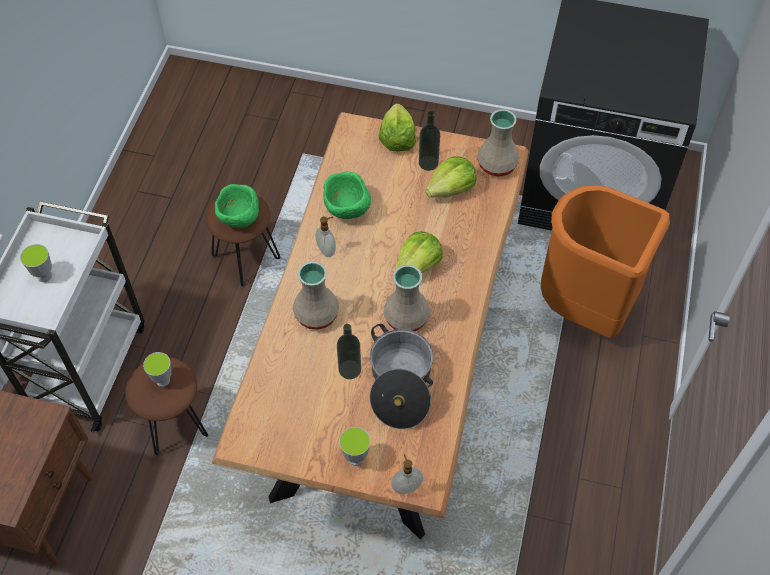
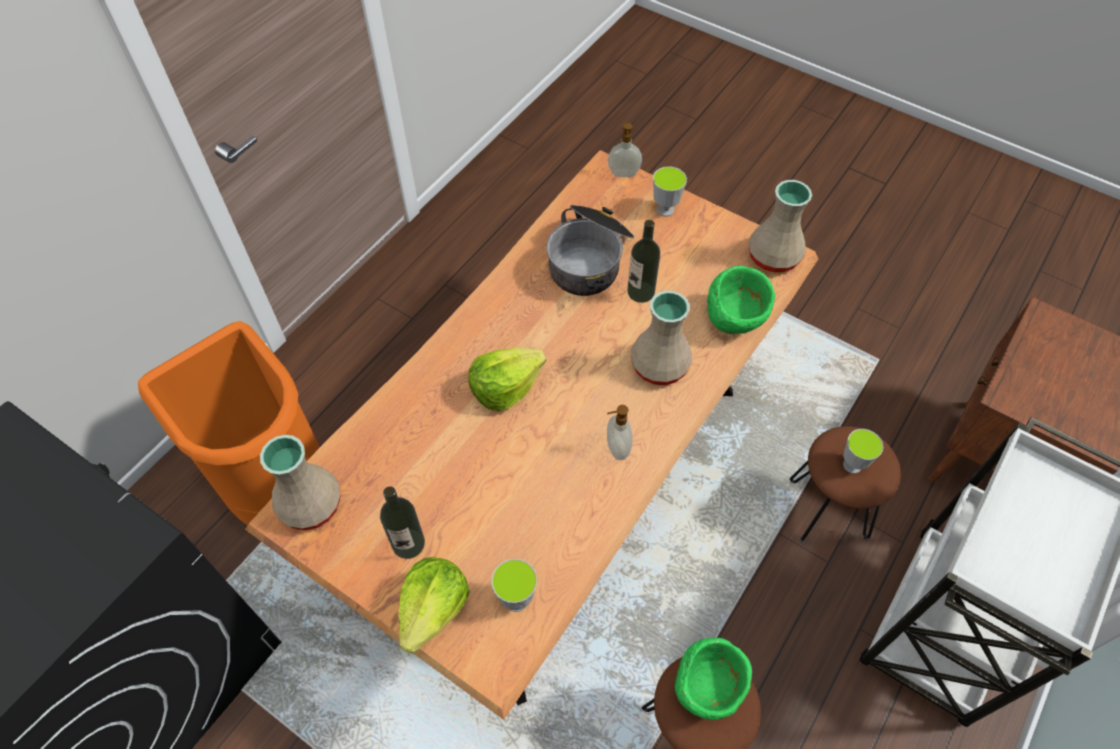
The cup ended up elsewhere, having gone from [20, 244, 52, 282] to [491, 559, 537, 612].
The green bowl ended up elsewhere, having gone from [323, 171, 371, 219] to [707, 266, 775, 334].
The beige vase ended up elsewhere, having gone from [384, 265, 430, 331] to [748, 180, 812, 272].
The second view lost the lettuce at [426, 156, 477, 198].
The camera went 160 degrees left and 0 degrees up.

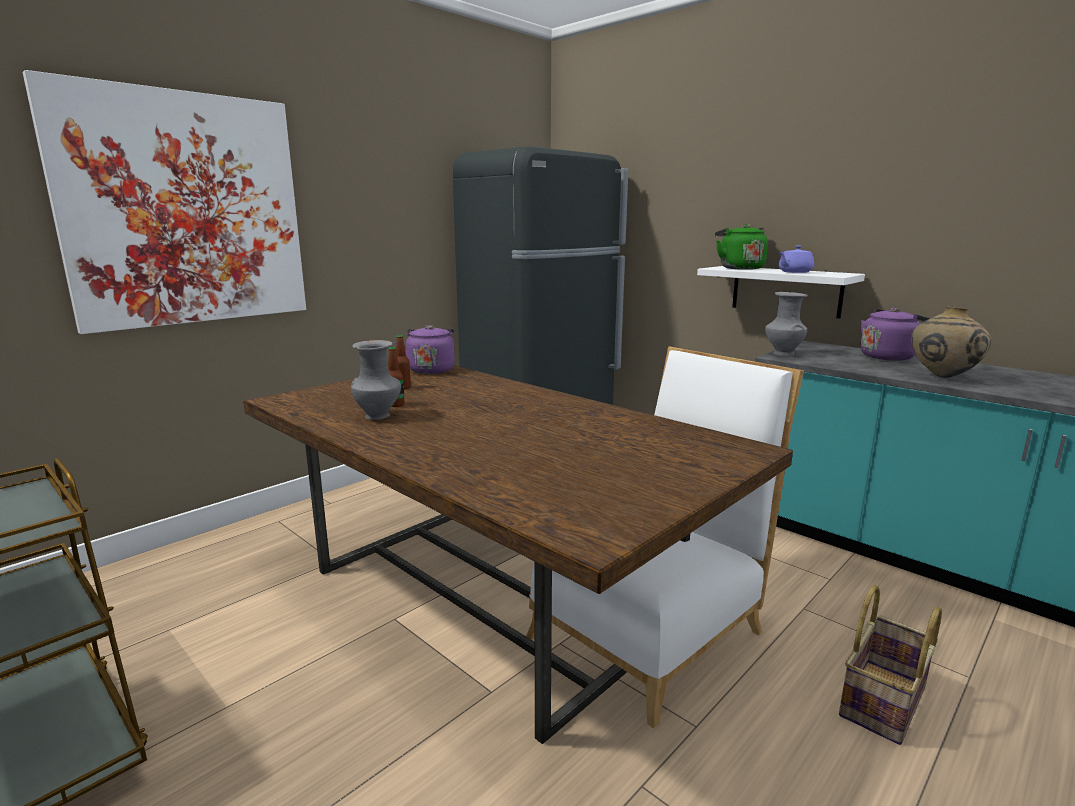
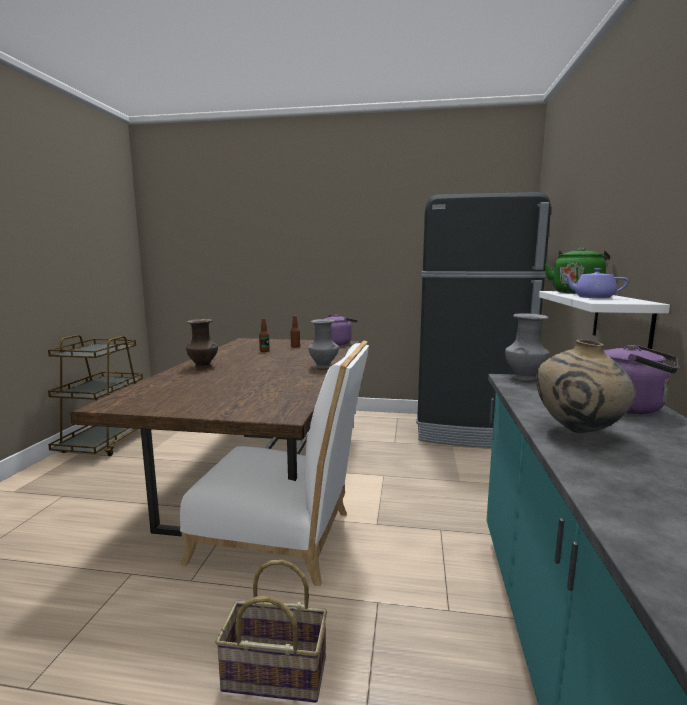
The second view lost the picture at [23, 70, 306, 334].
The grey vase ended up elsewhere, having gone from [351, 340, 401, 420] to [308, 319, 339, 368].
The second view gained the brown vase at [186, 319, 218, 368].
The camera went 55 degrees right and 5 degrees down.

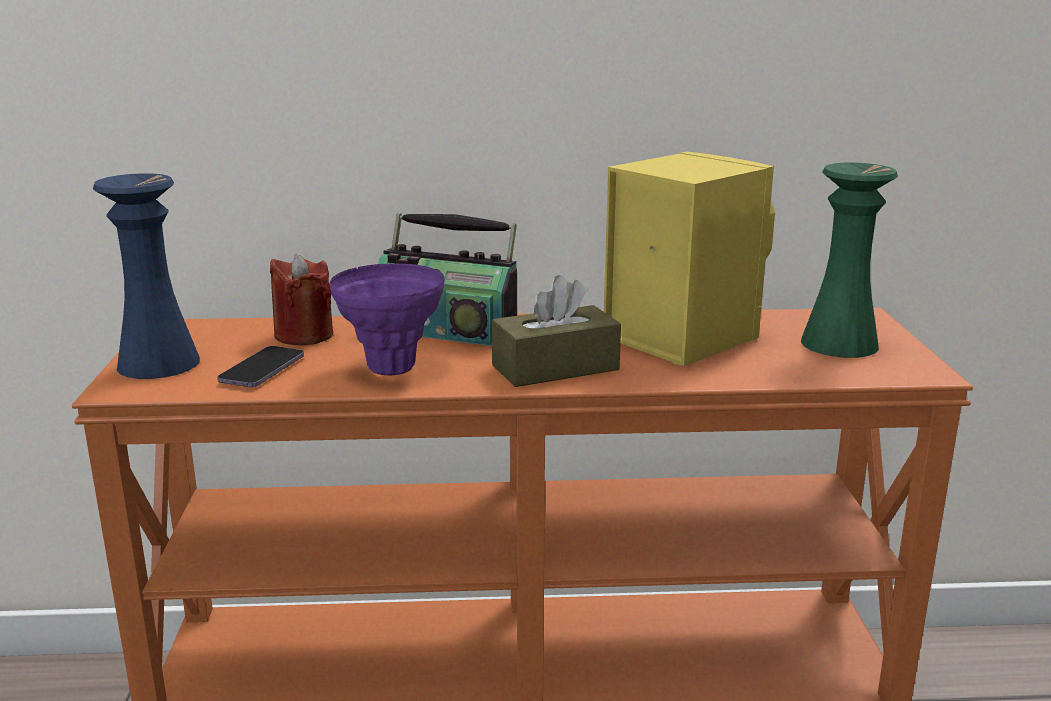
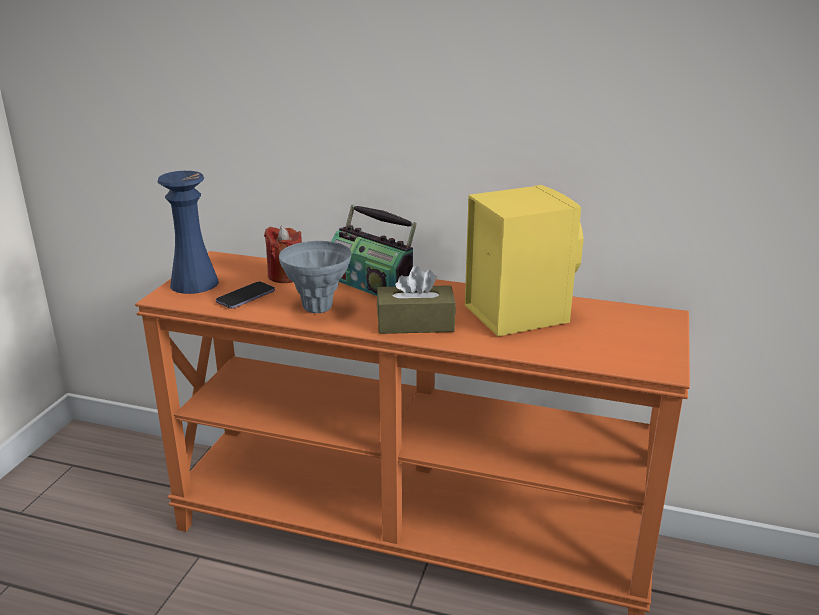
What was the purple vase at [330, 263, 445, 376] turned into the grey vase at [279, 241, 351, 313].
The second view lost the green vase at [801, 163, 898, 358].
The camera went 20 degrees right and 5 degrees up.

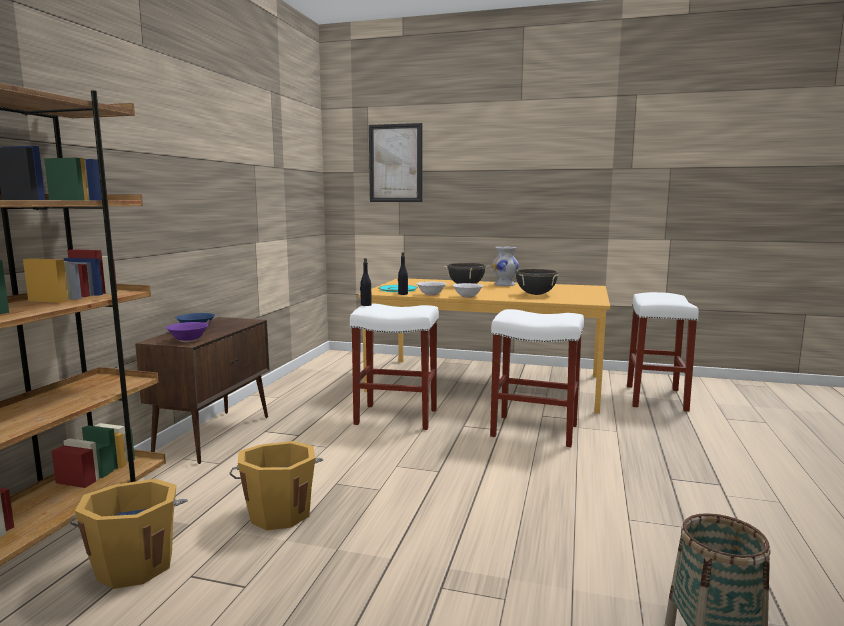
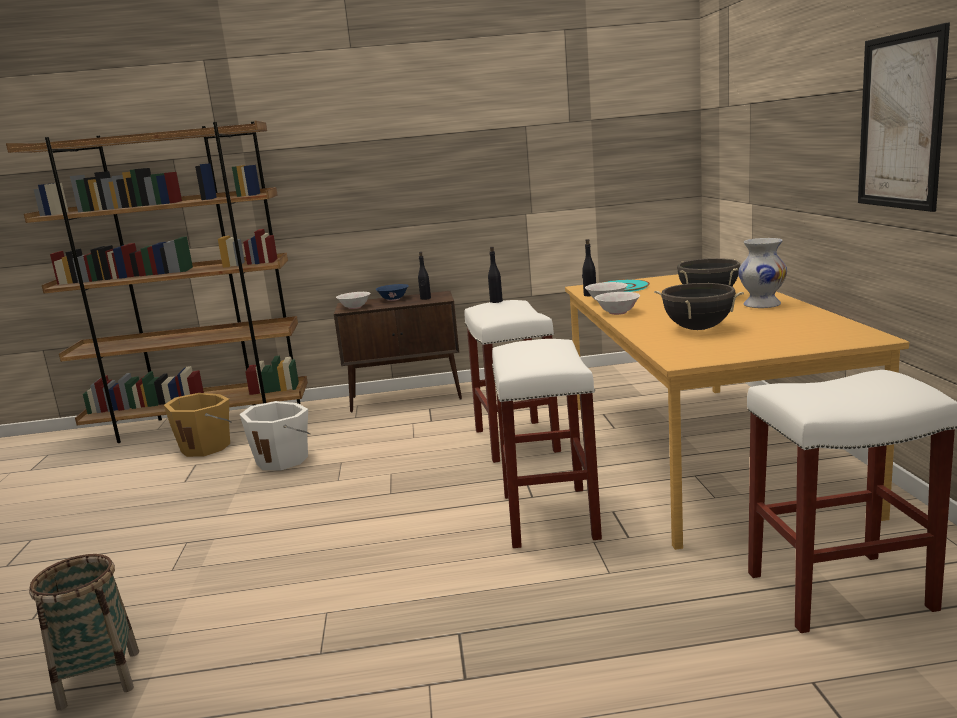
What was the purple bowl at [166, 322, 208, 342] turned into the white bowl at [336, 292, 370, 309].
What was the orange bucket at [230, 441, 323, 530] turned into the white bucket at [240, 401, 310, 471].
The picture ended up elsewhere, having gone from [369, 123, 422, 202] to [858, 22, 950, 212].
The second view gained the black bottle at [418, 252, 431, 300].
The camera went 70 degrees right and 5 degrees up.

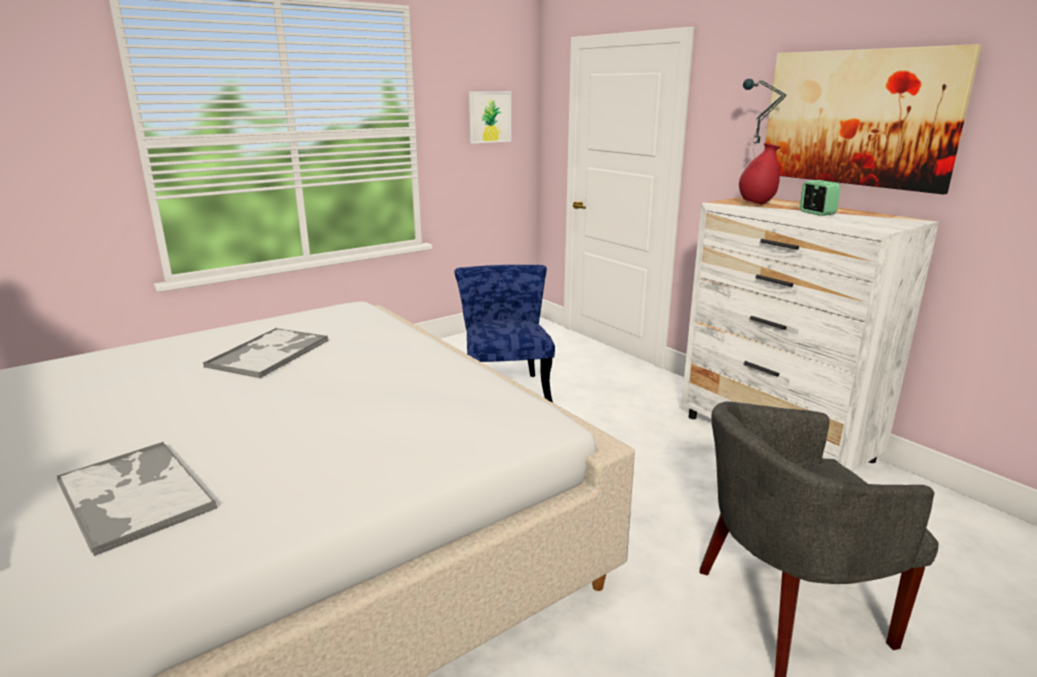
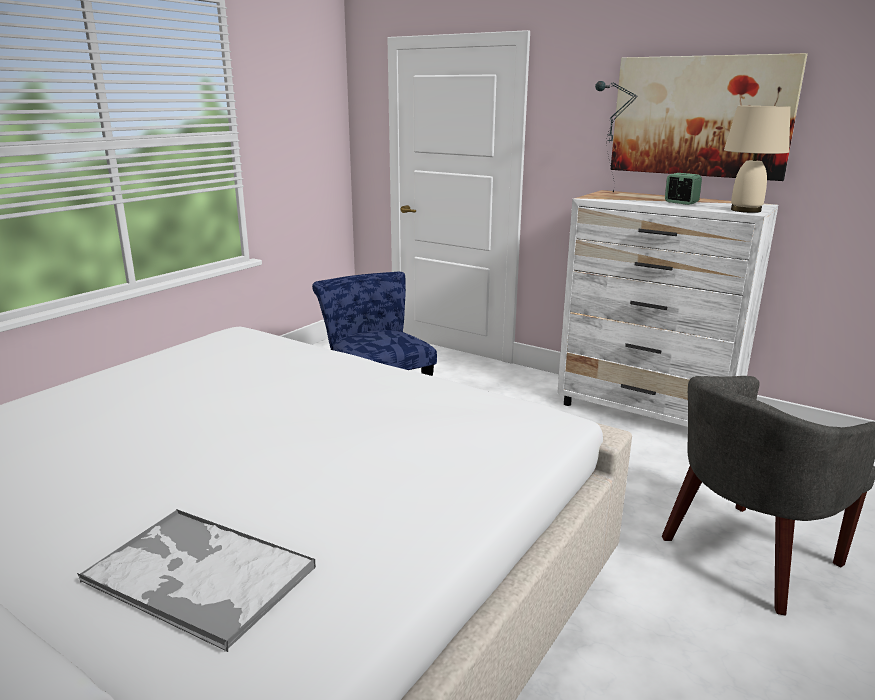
The second view lost the tray at [203, 328, 329, 378].
The second view lost the picture at [469, 91, 511, 144].
The second view lost the red vase at [739, 143, 780, 204].
The second view gained the beige table lamp at [724, 106, 790, 213].
The camera went 20 degrees left and 0 degrees up.

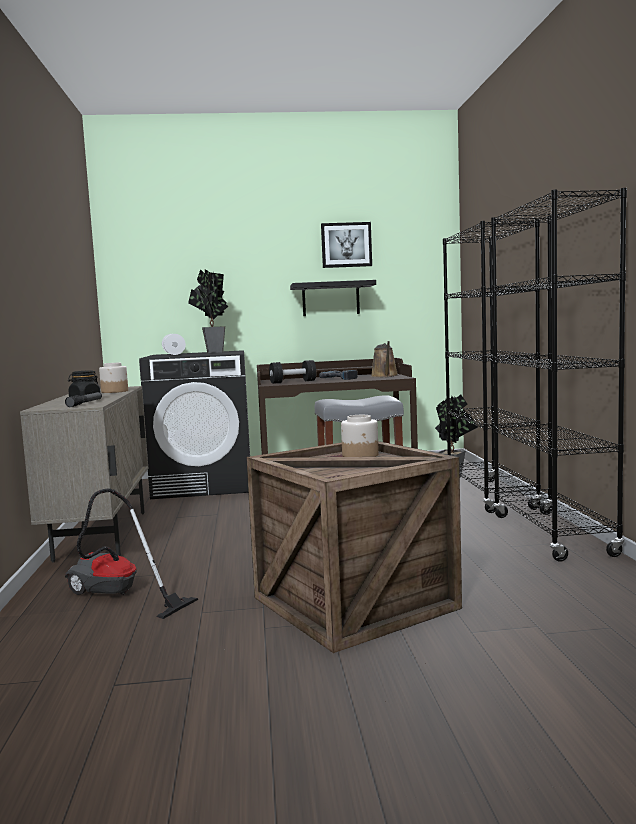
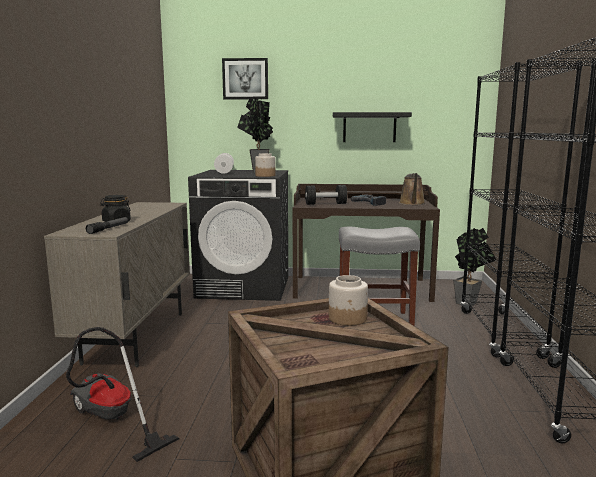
The jar ended up elsewhere, having gone from [99, 363, 128, 393] to [255, 153, 276, 177].
The picture ended up elsewhere, having gone from [321, 222, 372, 268] to [222, 58, 268, 100].
The camera went 10 degrees right and 5 degrees up.

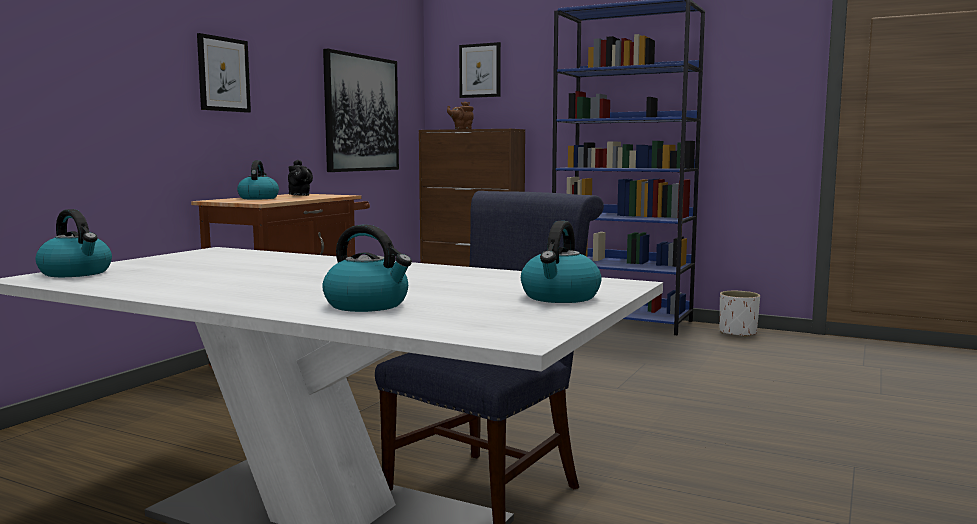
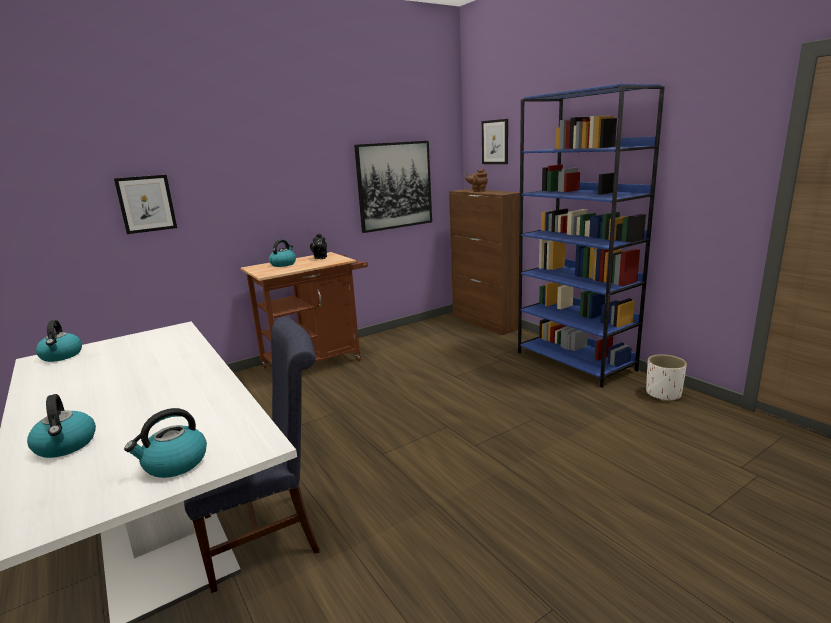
The picture ended up elsewhere, having gone from [197, 33, 251, 113] to [114, 175, 177, 234].
The camera went 30 degrees right and 10 degrees up.

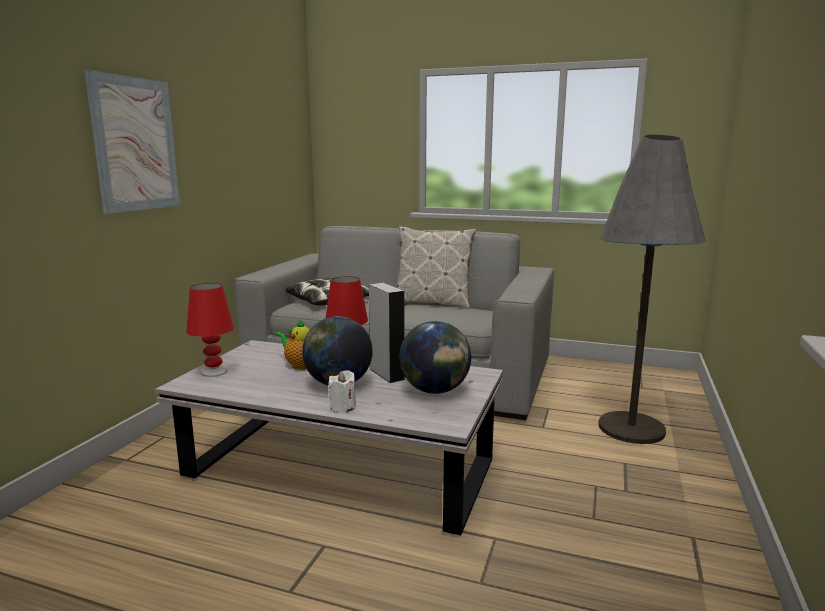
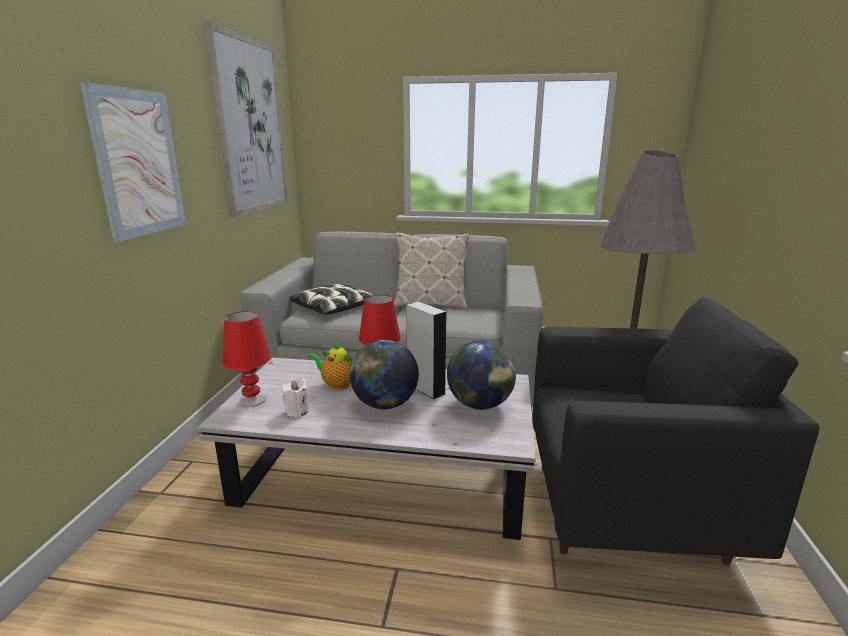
The white candle ended up elsewhere, having gone from [328, 370, 356, 413] to [282, 378, 309, 417].
The second view gained the picture at [204, 22, 288, 217].
The second view gained the black armchair at [532, 297, 819, 565].
The camera went 10 degrees left and 5 degrees up.

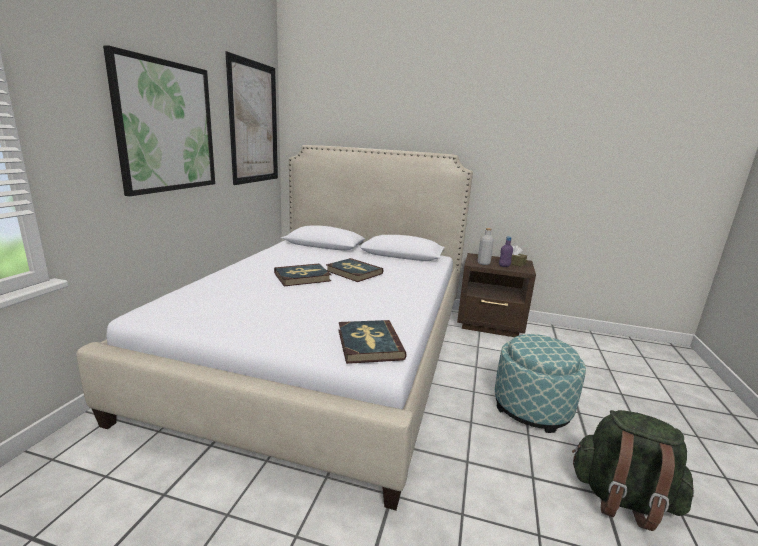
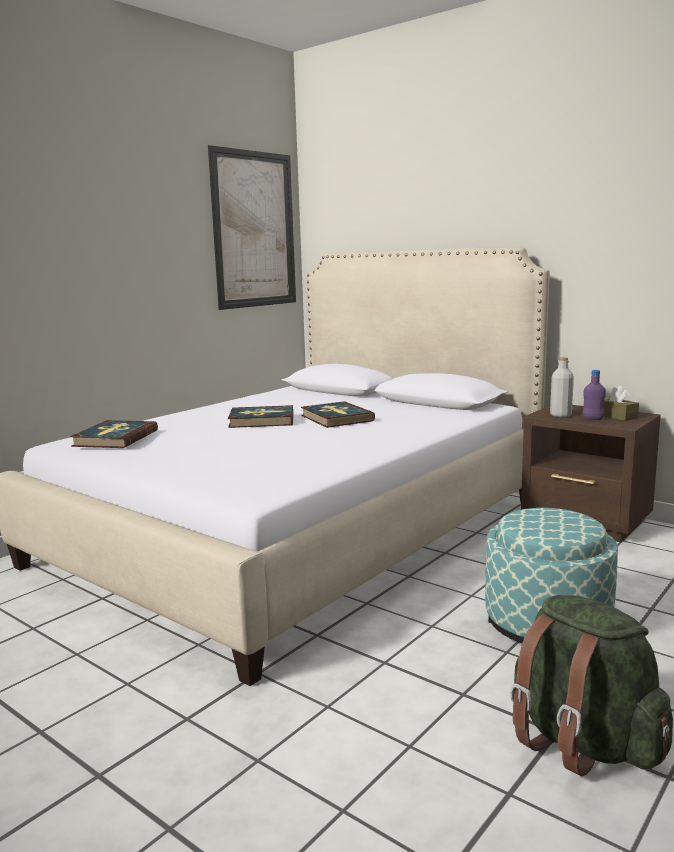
The second view lost the picture at [103, 45, 215, 196].
The book ended up elsewhere, having gone from [338, 320, 407, 364] to [70, 420, 158, 448].
The camera went 25 degrees right and 5 degrees down.

